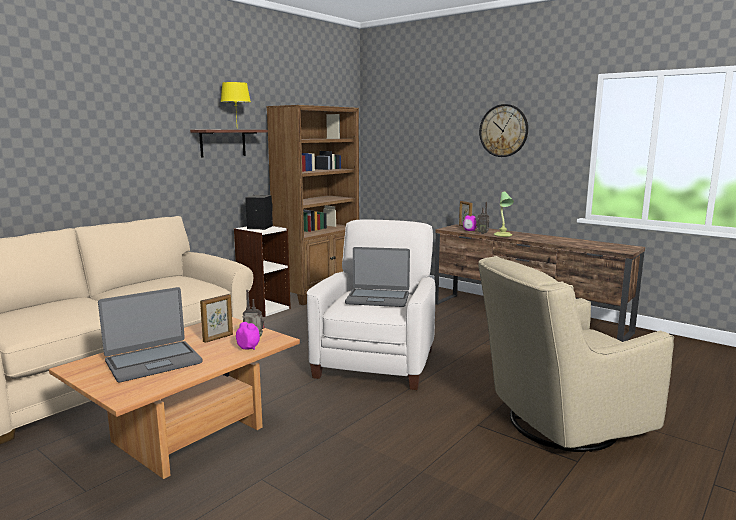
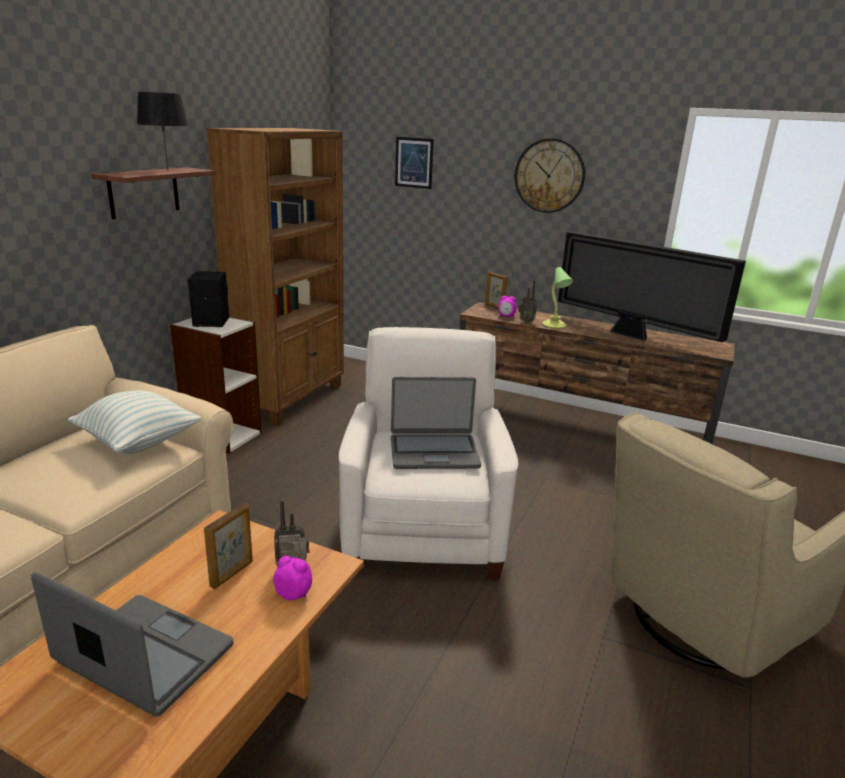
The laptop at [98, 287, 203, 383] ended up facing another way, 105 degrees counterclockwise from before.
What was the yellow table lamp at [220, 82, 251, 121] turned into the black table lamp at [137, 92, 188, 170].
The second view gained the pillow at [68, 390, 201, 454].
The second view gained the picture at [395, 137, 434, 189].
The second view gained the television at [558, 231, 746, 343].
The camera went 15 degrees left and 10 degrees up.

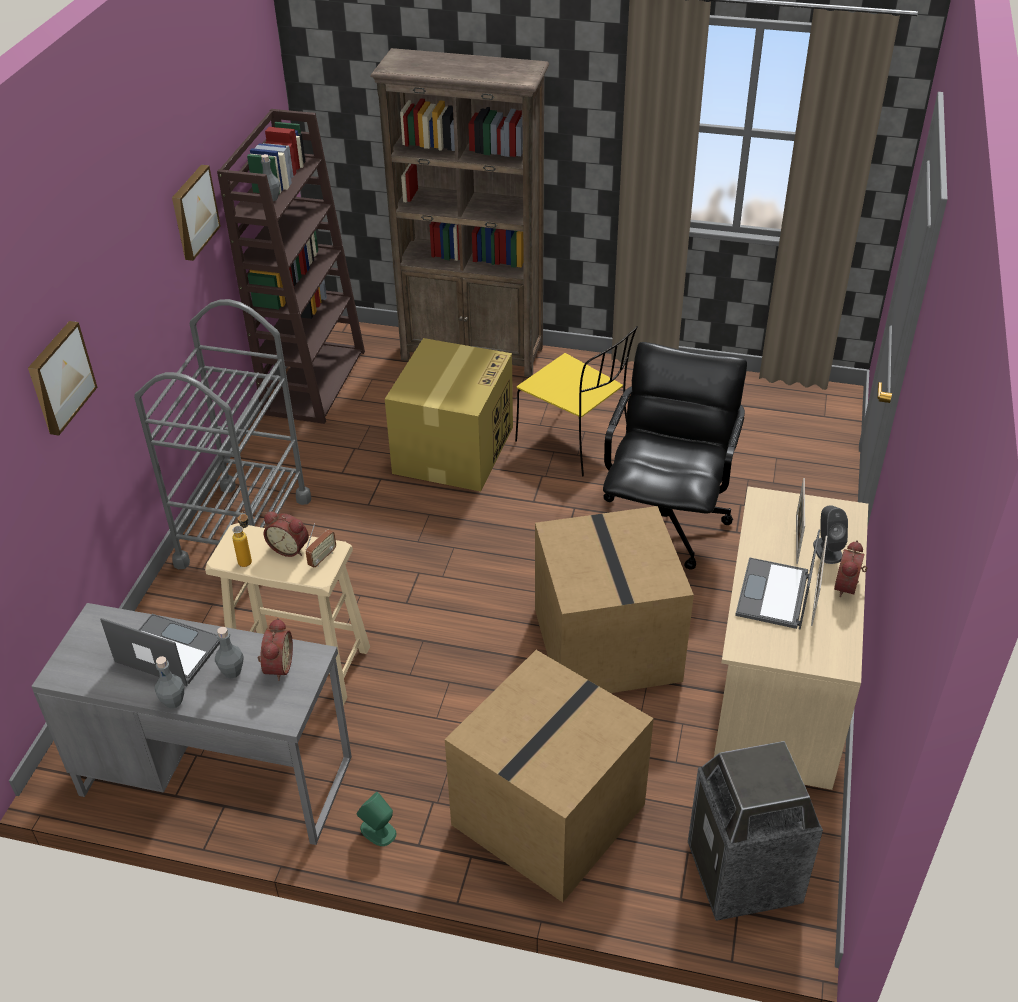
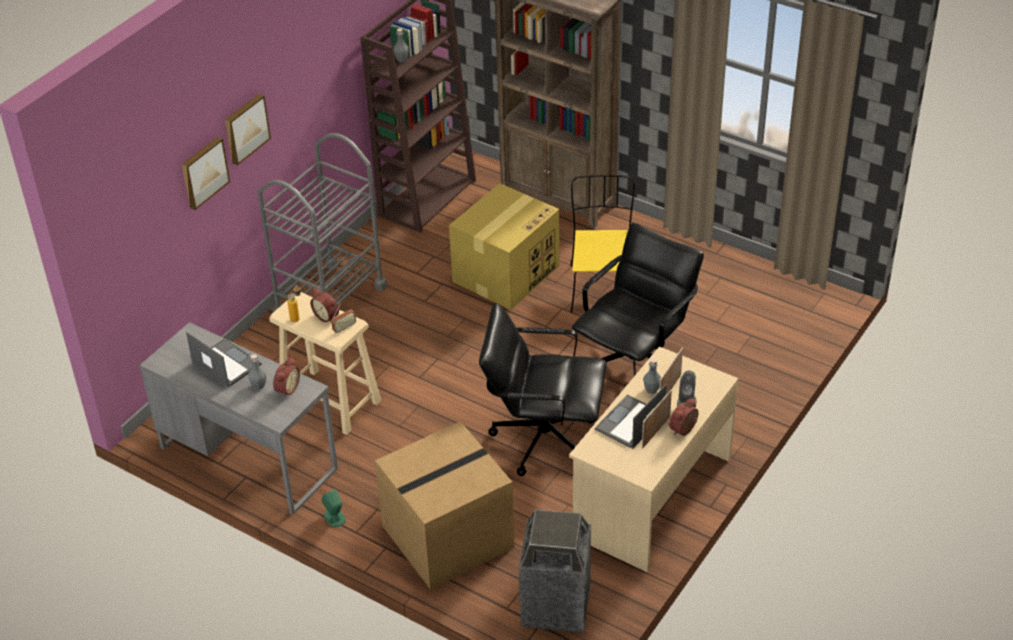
The grey bottle ended up elsewhere, having gone from [155, 656, 184, 708] to [643, 358, 661, 394].
The picture ended up elsewhere, having gone from [172, 165, 221, 261] to [225, 94, 271, 165].
The yellow chair at [515, 326, 638, 476] ended up facing another way, 150 degrees counterclockwise from before.
Where the cardboard box stood at [535, 506, 694, 693], the black office chair came to stand at [479, 303, 607, 476].
The camera went 20 degrees right and 0 degrees up.

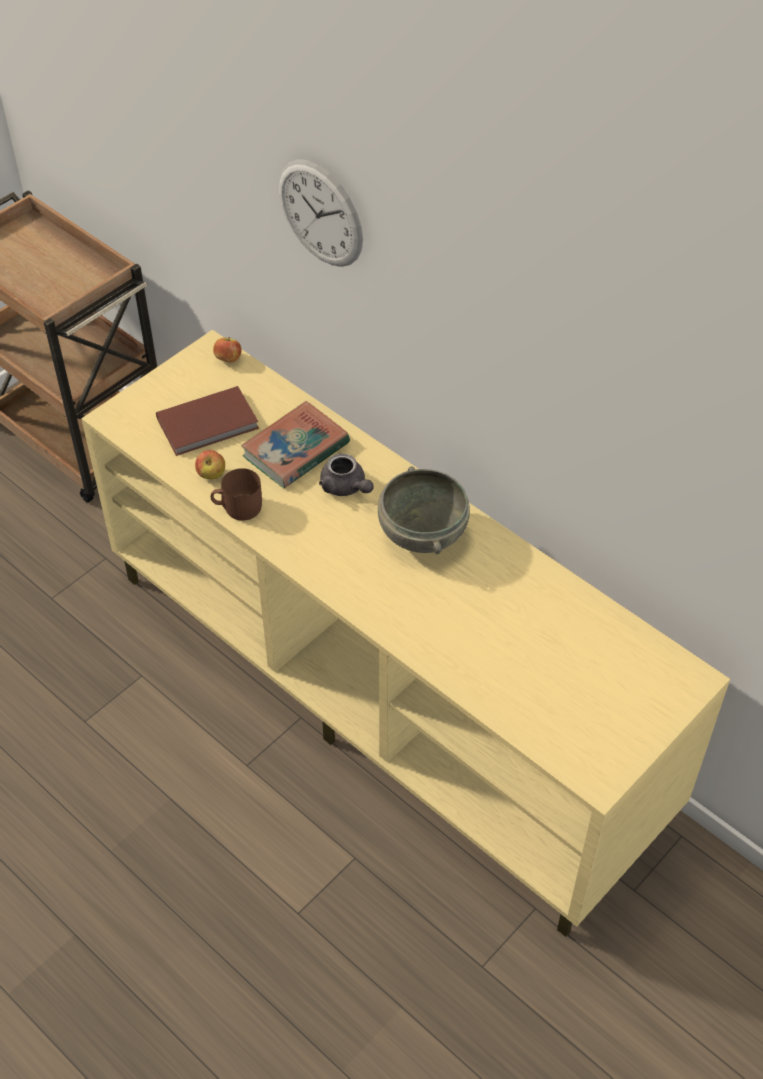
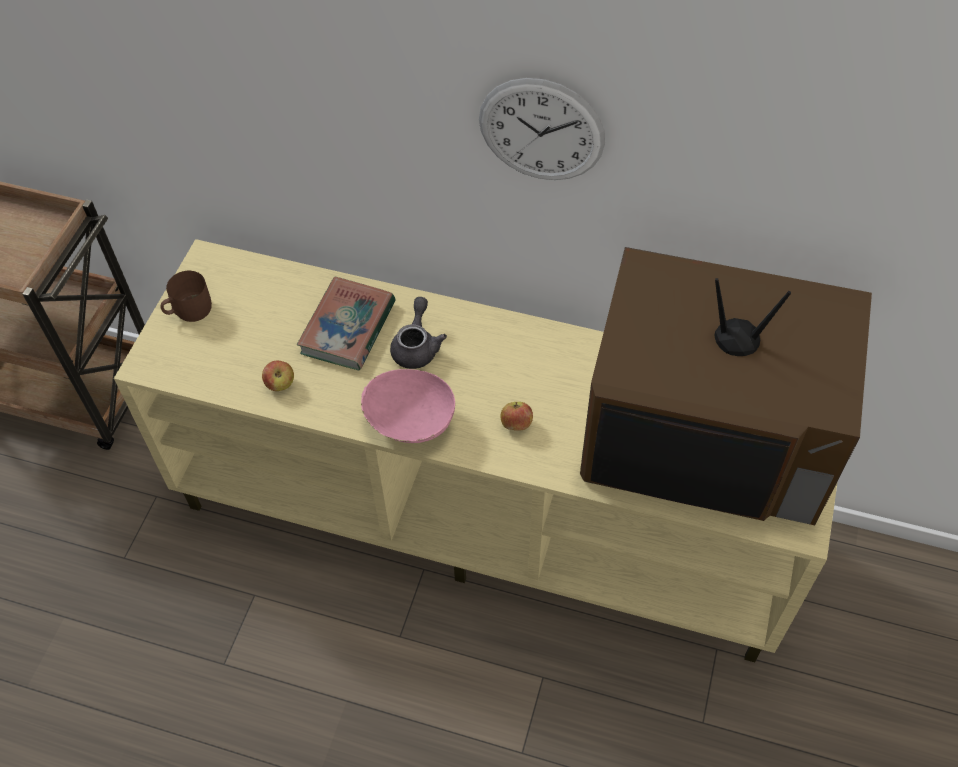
The second view lost the brown book at [156, 386, 259, 456].
The brown mug ended up elsewhere, having gone from [211, 468, 262, 521] to [160, 271, 212, 322].
The apple ended up elsewhere, having gone from [213, 337, 242, 363] to [501, 402, 533, 431].
The wall clock ended up elsewhere, having gone from [279, 159, 363, 267] to [479, 78, 605, 180].
The grey teapot at [319, 453, 374, 496] ended up facing another way, 105 degrees counterclockwise from before.
The second view lost the grey bowl at [378, 466, 470, 554].
The second view gained the pink bowl at [361, 369, 455, 443].
The second view gained the television at [580, 247, 872, 525].
The camera went 25 degrees left and 5 degrees up.

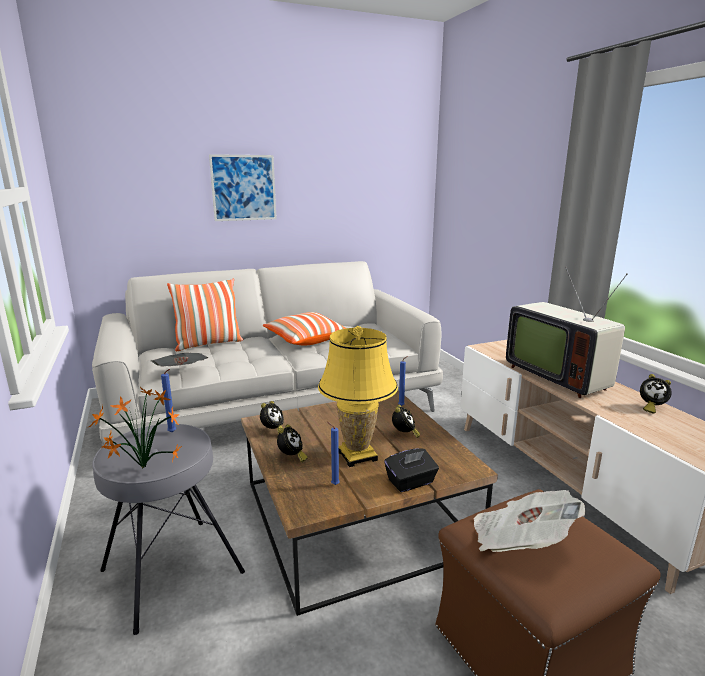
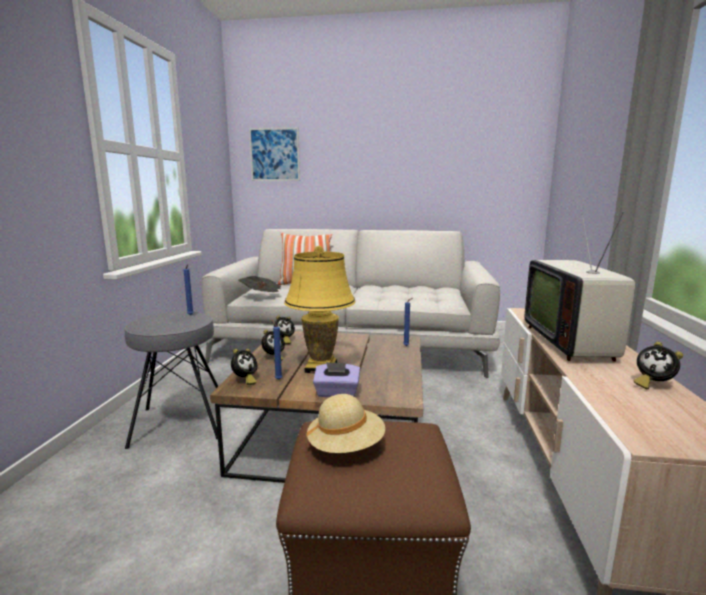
The second view lost the potted plant at [87, 387, 182, 468].
The picture ended up elsewhere, having gone from [209, 154, 277, 221] to [249, 127, 300, 181].
The second view lost the pillow at [263, 312, 346, 346].
What was the black tissue box at [384, 448, 439, 492] turned into the purple tissue box at [313, 362, 360, 397].
The alarm clock ended up elsewhere, having gone from [392, 405, 420, 438] to [231, 349, 257, 385].
Where the newspaper stood at [474, 490, 586, 552], the beige hat came to stand at [306, 394, 385, 453].
The camera went 30 degrees right and 5 degrees down.

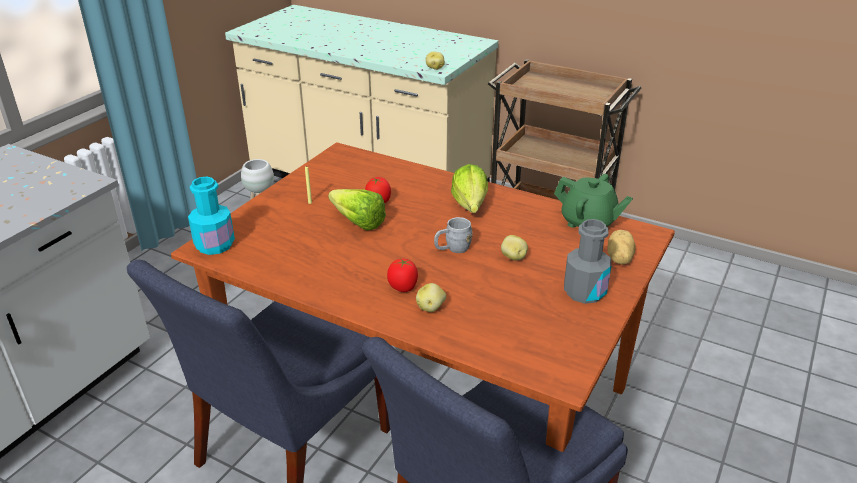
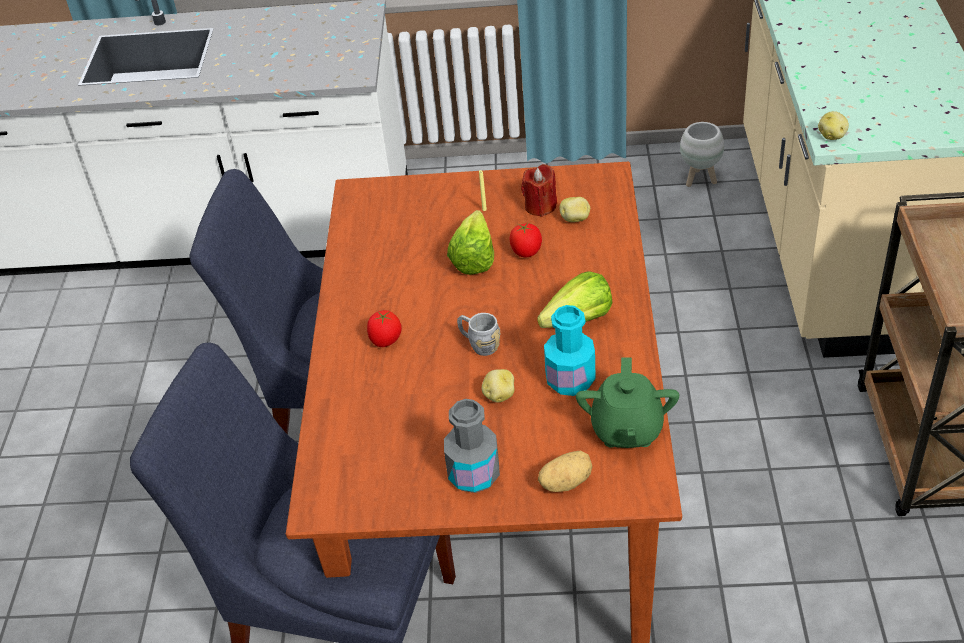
The turquoise bottle ended up elsewhere, having gone from [188, 177, 235, 255] to [544, 305, 596, 396].
The potato ended up elsewhere, having gone from [416, 283, 446, 312] to [559, 197, 590, 222].
The second view gained the red candle at [521, 164, 557, 217].
The camera went 65 degrees right and 10 degrees up.

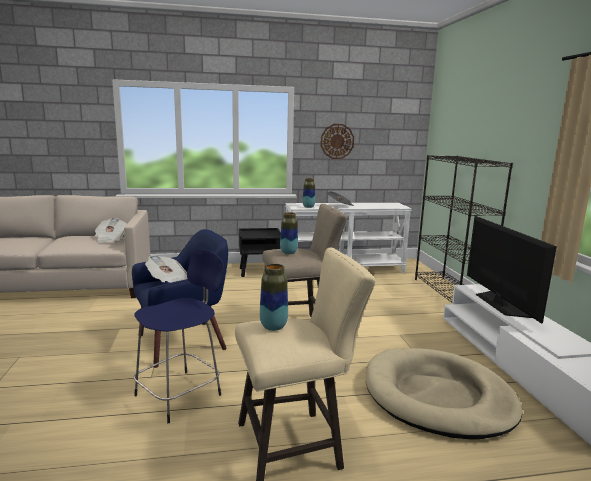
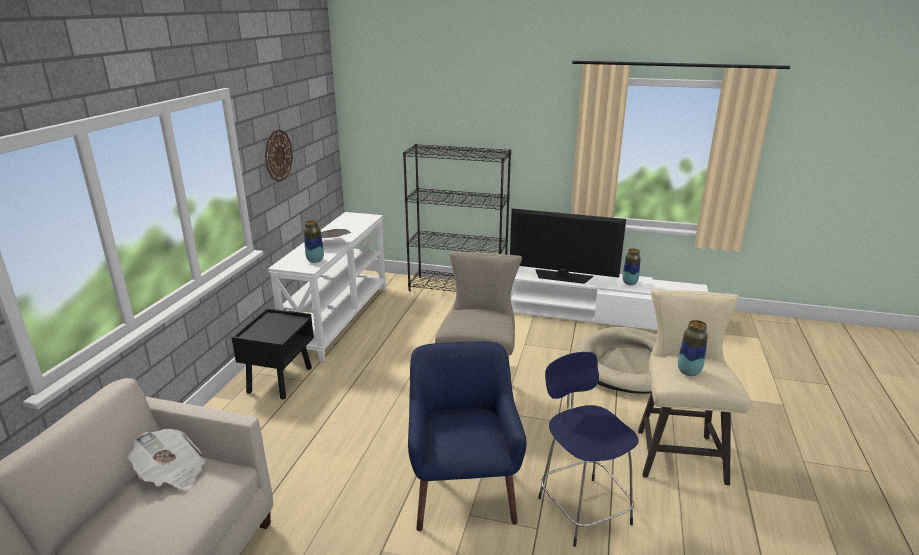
The second view lost the newspaper at [145, 255, 188, 283].
The vase ended up elsewhere, having gone from [280, 212, 298, 254] to [623, 248, 640, 285].
The camera went 65 degrees left and 10 degrees up.

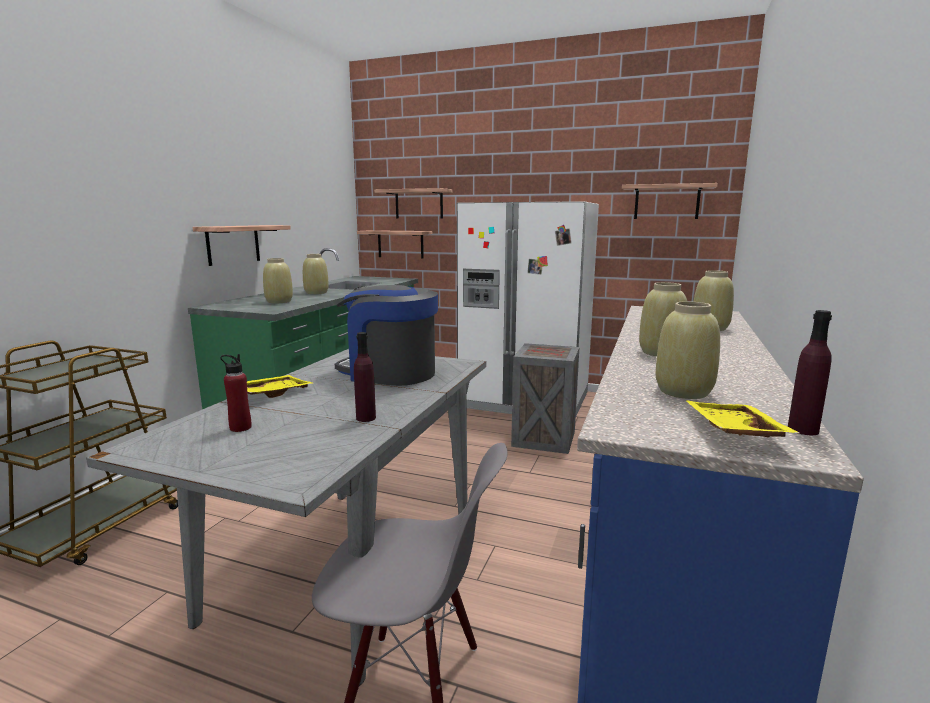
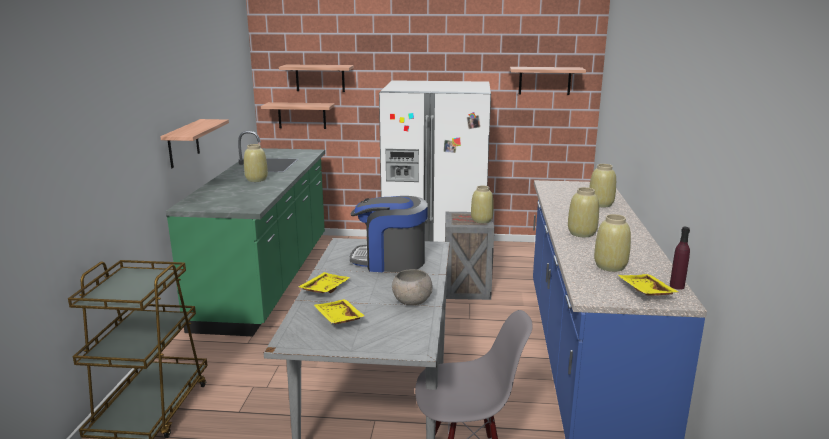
Where the red bottle stood at [220, 354, 252, 432], the yellow tray came to stand at [314, 299, 365, 324].
The beige vase ended up elsewhere, having gone from [263, 258, 293, 303] to [471, 185, 494, 223].
Where the purple bottle stood at [354, 332, 376, 422], the grey bowl came to stand at [392, 269, 433, 306].
The camera went 15 degrees left and 5 degrees up.

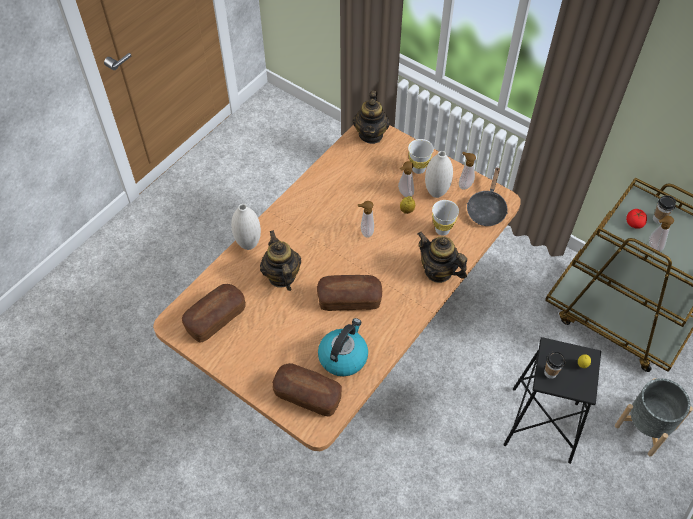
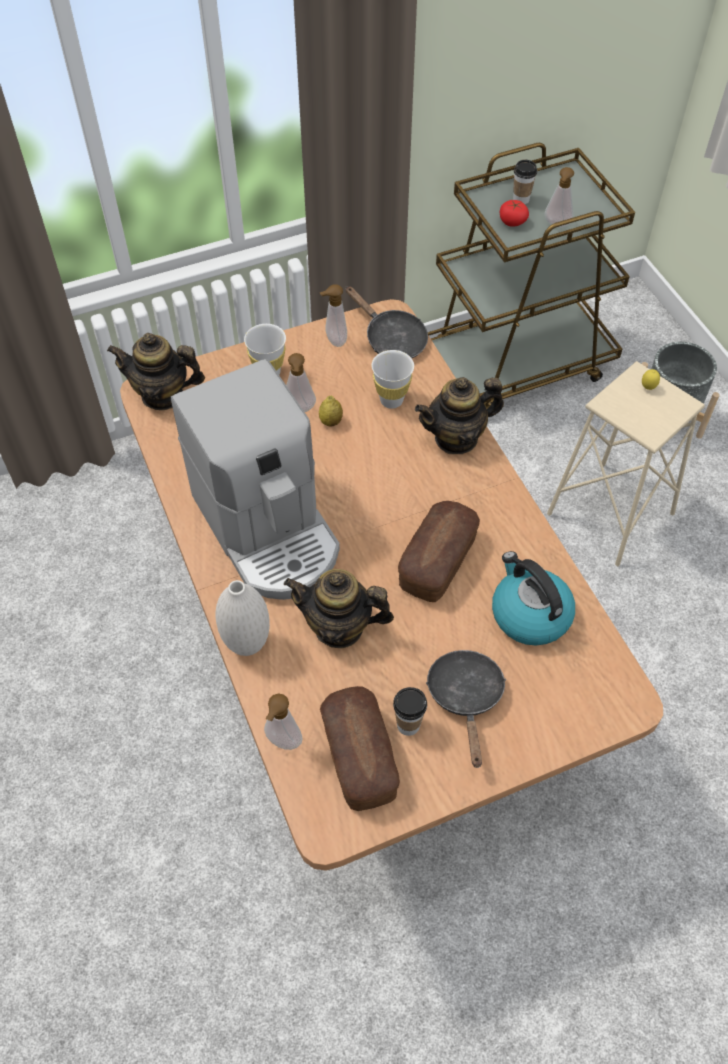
The second view lost the bread at [272, 363, 342, 417].
The teapot at [353, 90, 390, 144] ended up facing another way, 150 degrees clockwise from before.
The soap dispenser ended up elsewhere, having gone from [358, 201, 374, 238] to [264, 693, 303, 750].
The second view lost the white vase at [425, 151, 453, 198].
What was the black stool at [504, 337, 601, 464] turned into the beige stool at [547, 361, 705, 566].
The cup ended up elsewhere, having gone from [544, 351, 565, 379] to [393, 687, 427, 736].
The second view gained the coffee machine at [171, 359, 340, 600].
The second view gained the black frying pan at [426, 650, 506, 768].
The camera went 60 degrees left and 0 degrees up.

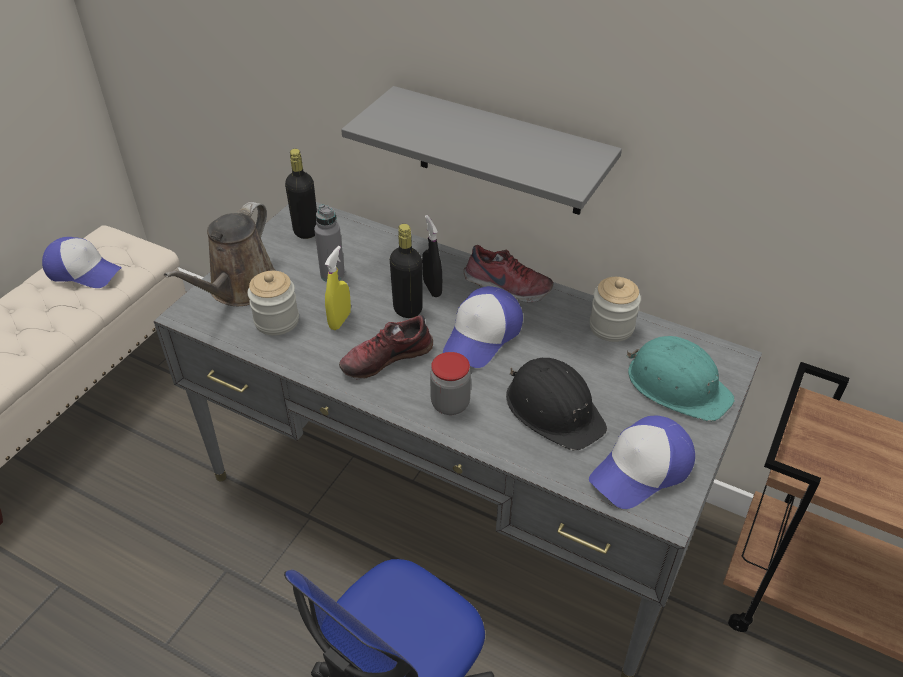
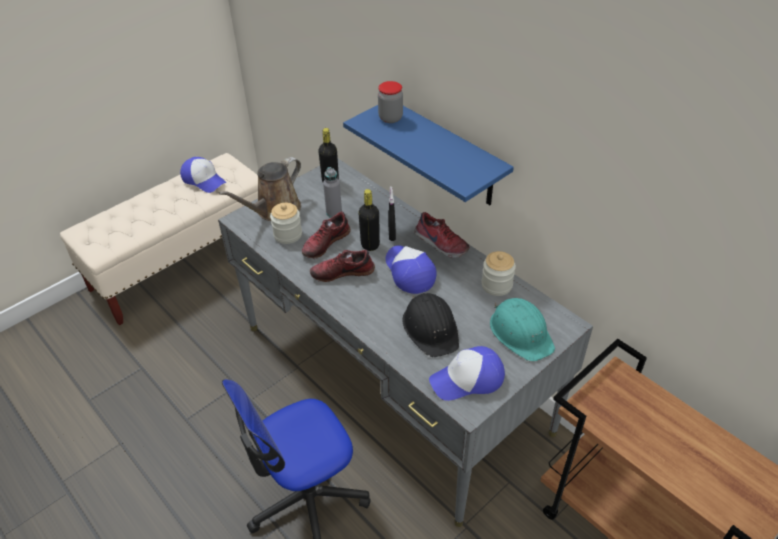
Where the yellow spray bottle stood at [325, 246, 351, 330], the shoe came to stand at [302, 211, 351, 259].
What was the grey shelf at [341, 86, 622, 215] turned into the blue shelf at [343, 105, 514, 205].
The jar ended up elsewhere, having gone from [430, 352, 471, 415] to [378, 81, 403, 123].
The cap at [443, 286, 523, 368] ended up facing another way, 105 degrees clockwise from before.
The camera went 20 degrees right and 0 degrees up.

